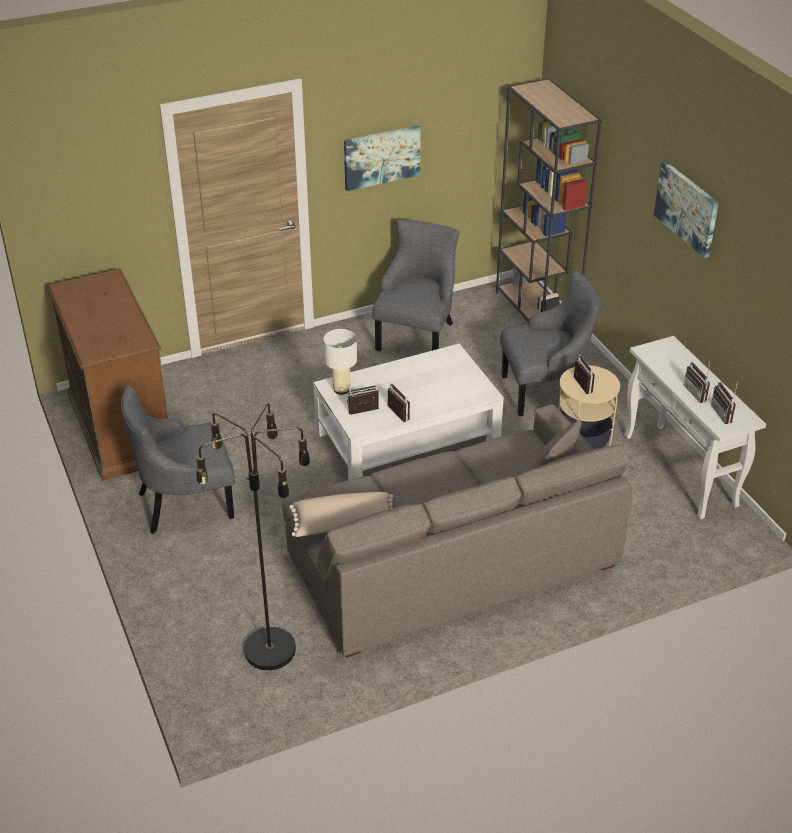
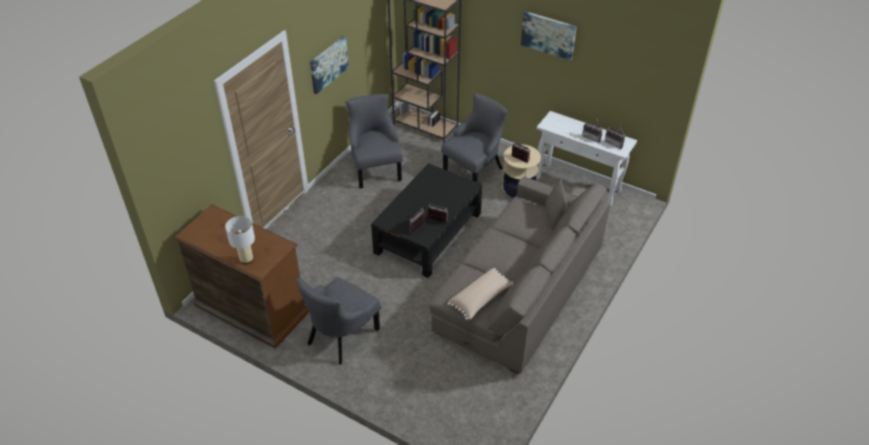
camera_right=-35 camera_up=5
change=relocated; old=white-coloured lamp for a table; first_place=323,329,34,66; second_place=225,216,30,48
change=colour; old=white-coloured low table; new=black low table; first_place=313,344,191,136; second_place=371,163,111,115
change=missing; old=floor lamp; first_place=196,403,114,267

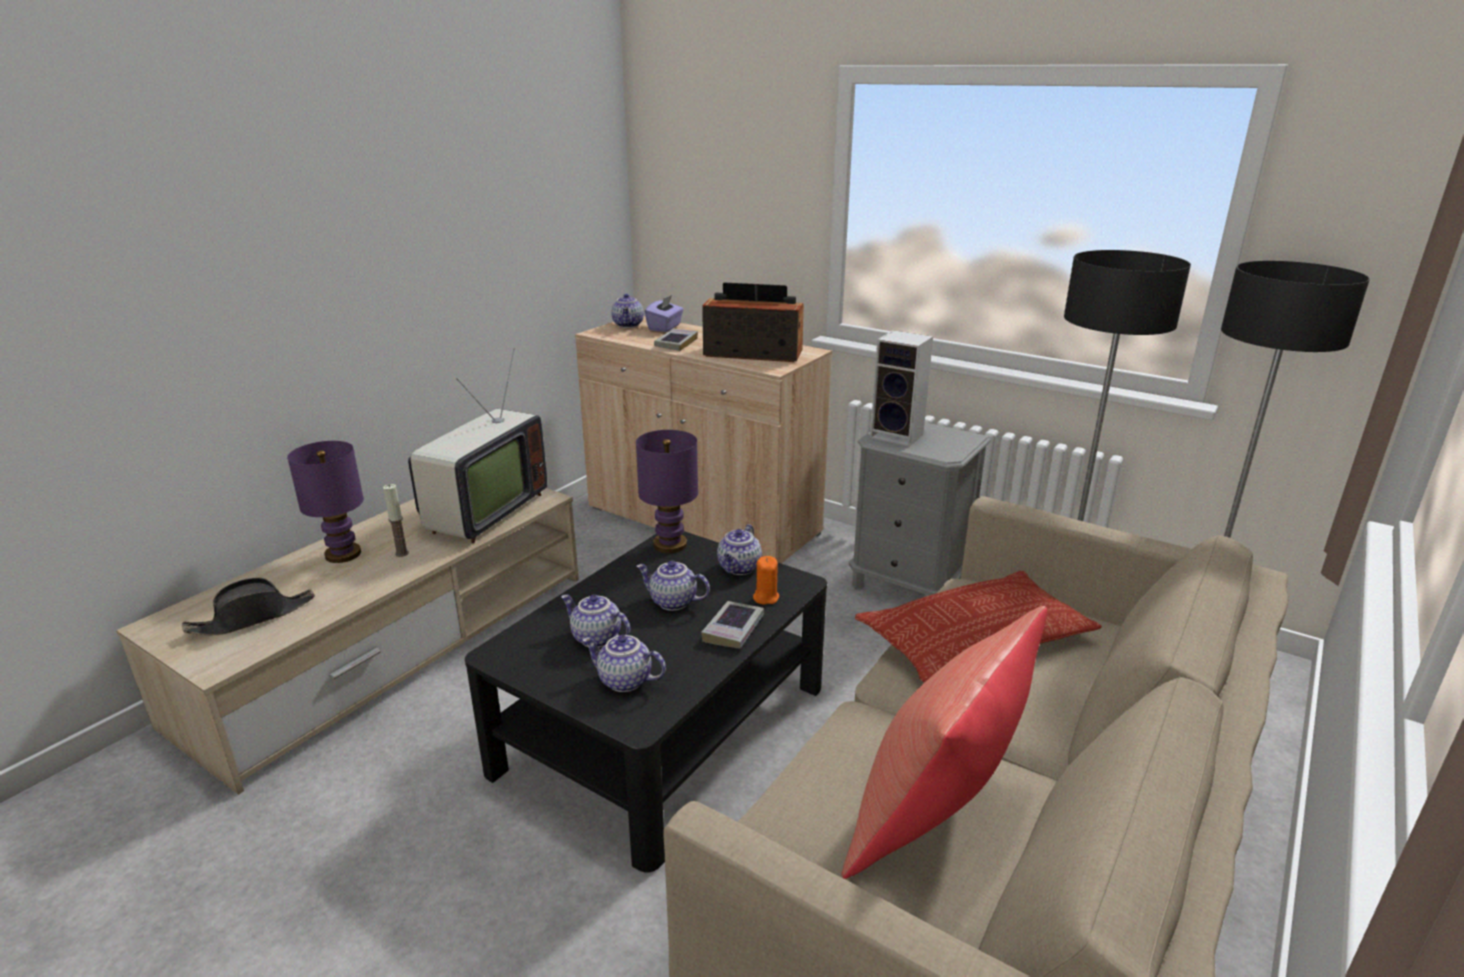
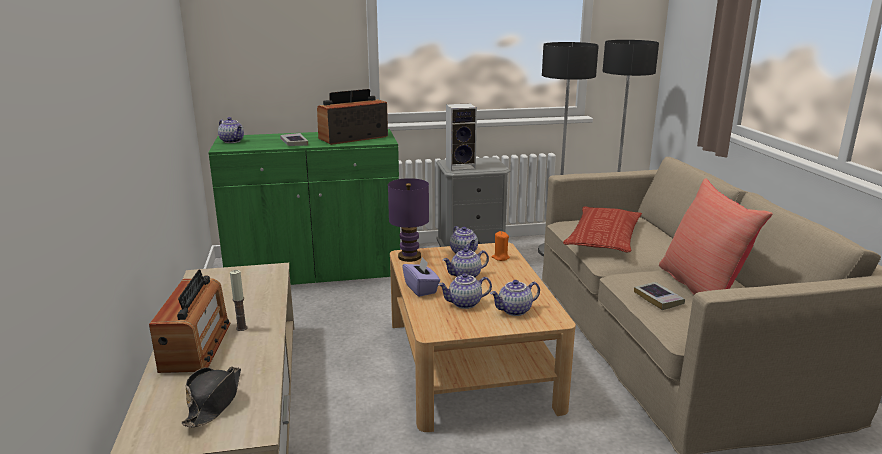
camera_right=-45 camera_up=-5
change=relocated; old=purple-coloured box of tissues; first_place=645,295,39,37; second_place=402,257,38,40
change=colour; old=beige-coloured storage cabinet; new=green-coloured storage cabinet; first_place=575,316,257,248; second_place=208,129,193,156
change=missing; old=TV; first_place=408,349,139,194
change=exchanged; old=purple-coloured lamp for a table; new=radio; first_place=287,441,77,122; second_place=149,269,81,104
change=colour; old=black low table; new=beige-coloured low table; first_place=465,531,362,341; second_place=390,242,186,190
change=relocated; old=book; first_place=701,601,63,47; second_place=634,282,51,28

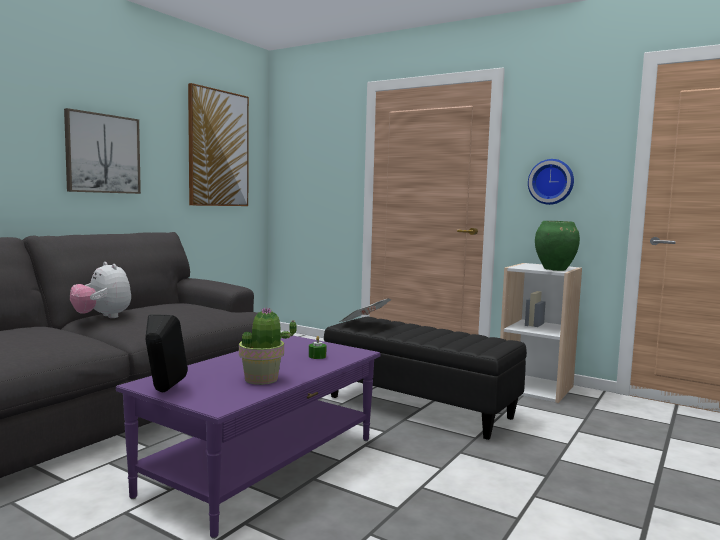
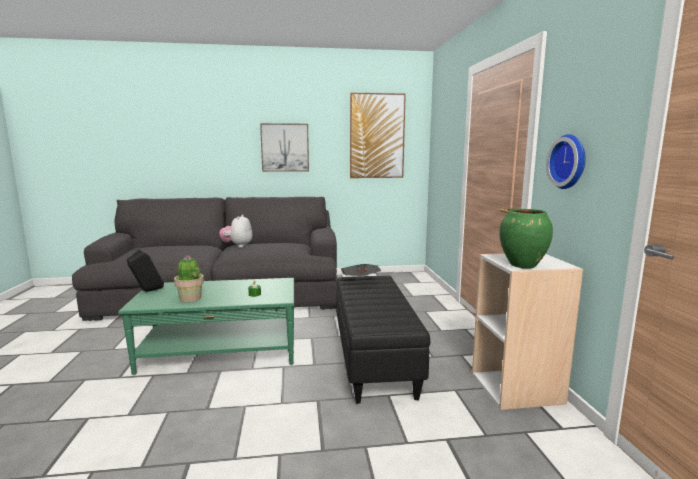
camera_right=50 camera_up=5
change=colour; old=purple-coloured low table; new=green-coloured low table; first_place=116,336,265,203; second_place=118,278,176,97

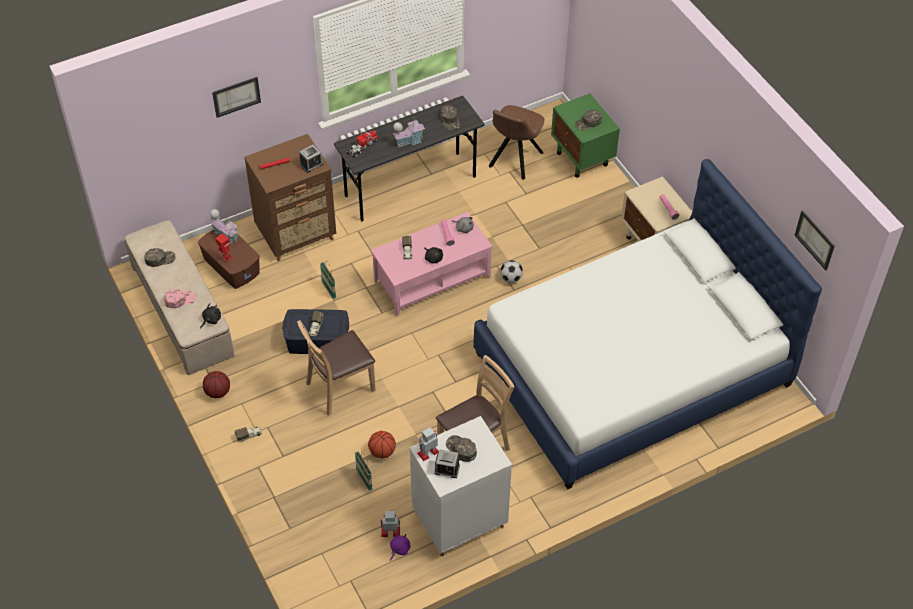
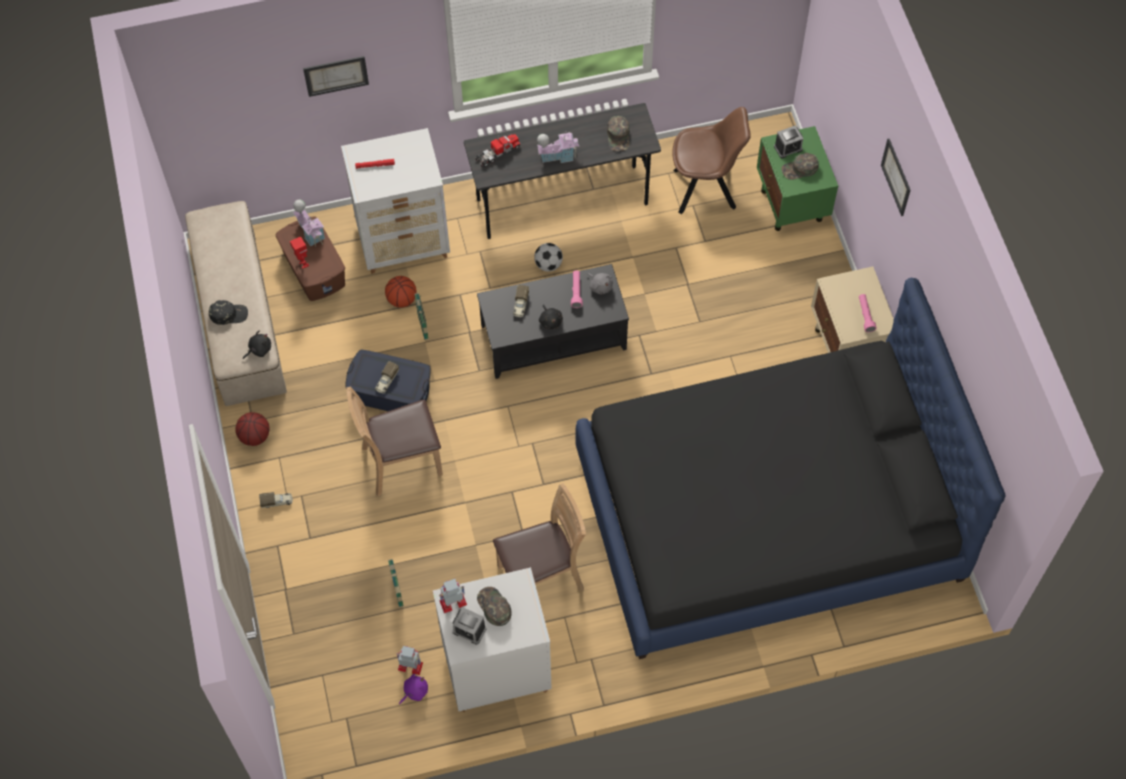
camera_right=15 camera_up=10
change=spun; old=brown-coloured upright chair; first_place=489,105,55,75; second_place=672,107,79,107; degrees=-135
change=colour; old=brown-coloured drawer chest; new=white-coloured drawer chest; first_place=244,134,92,127; second_place=341,128,109,146
change=relocated; old=bedside clock; first_place=300,145,23,28; second_place=774,126,29,32
change=colour; old=white-coloured sleeping bed; new=black sleeping bed; first_place=473,159,349,331; second_place=576,278,429,381
change=relocated; old=wall art; first_place=794,210,41,61; second_place=881,139,30,77
change=colour; old=pinkish low table; new=black low table; first_place=371,212,121,104; second_place=477,264,152,115
change=missing; old=green-coloured peaked cap; first_place=144,248,31,19
change=relocated; old=football; first_place=500,260,23,23; second_place=534,243,29,29
change=colour; old=pinkish peaked cap; new=black peaked cap; first_place=164,289,31,19; second_place=209,300,39,25
change=relocated; old=basketball; first_place=368,431,28,27; second_place=385,276,32,32

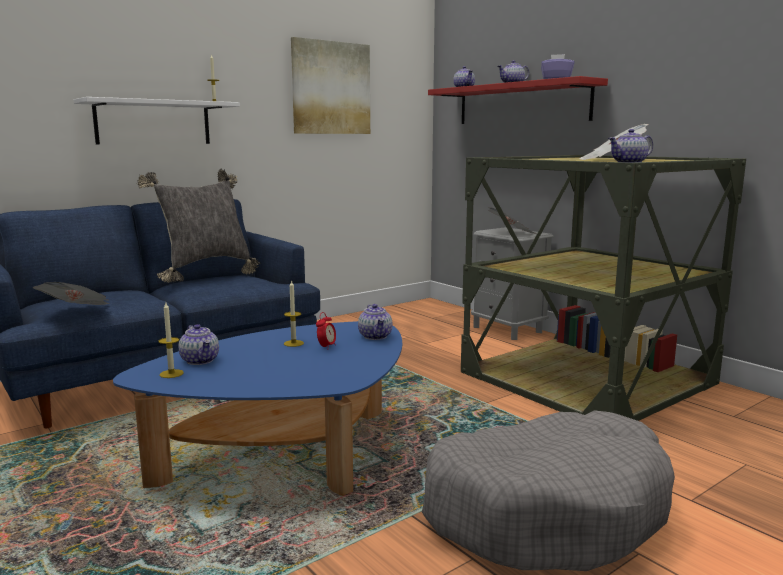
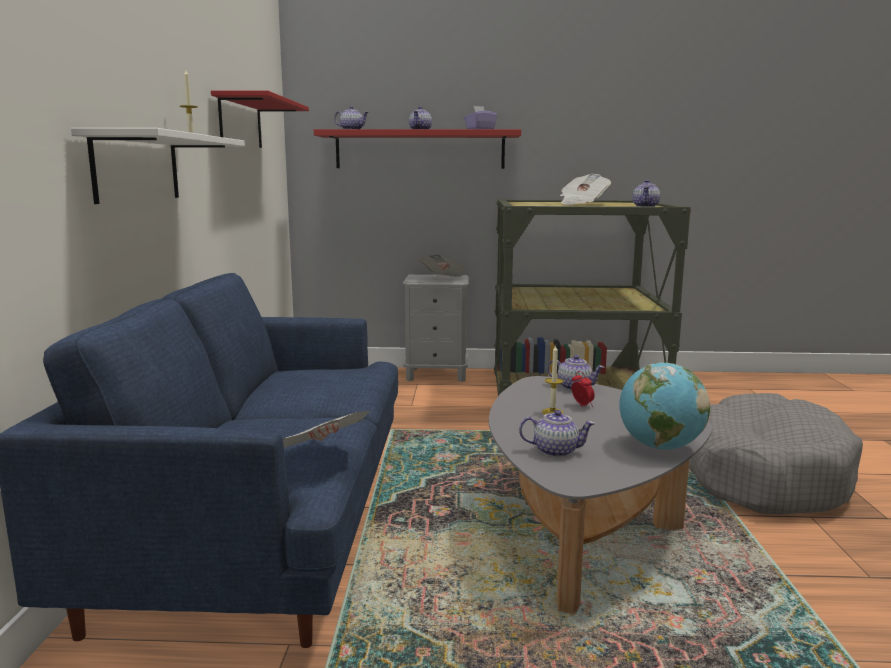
camera_right=-50 camera_up=0
change=exchanged; old=wall art; new=red shelf; first_place=291,37,79,97; second_place=211,90,98,58
change=missing; old=pillow; first_place=137,169,124,114
change=missing; old=wax light; first_place=159,303,25,75
change=colour; old=bluish low table; new=gray low table; first_place=113,321,289,175; second_place=489,376,224,238
change=appeared; new=world globe; second_place=619,363,91,87

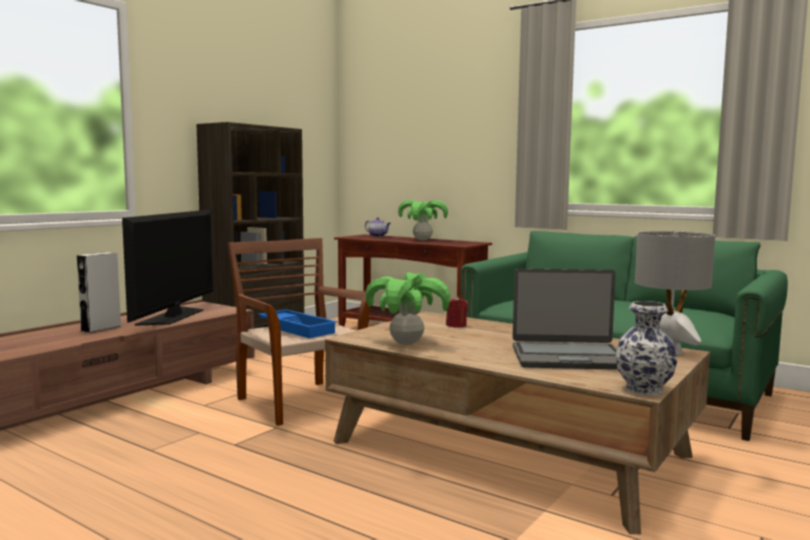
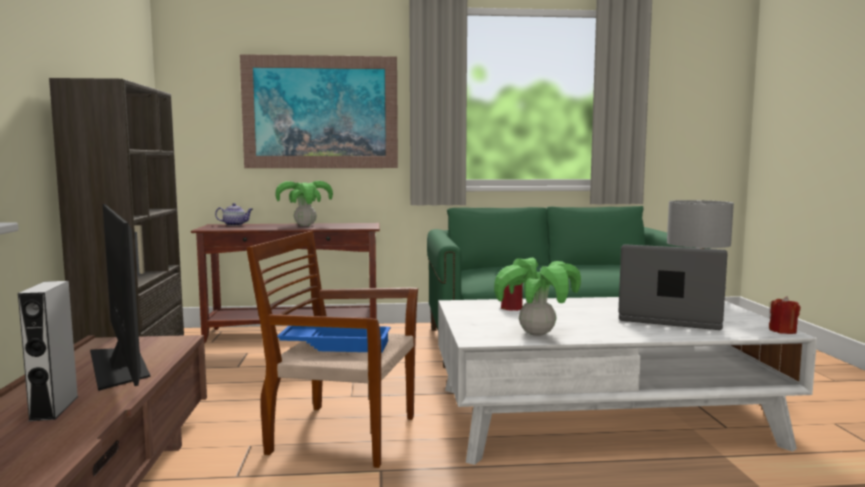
camera_right=-40 camera_up=0
change=spun; old=laptop; first_place=513,268,105,102; second_place=618,244,110,86; degrees=-120
change=exchanged; old=decorative vase; new=red wax light; first_place=616,301,61,95; second_place=769,296,31,38
change=colour; old=brown-coloured low table; new=white-coloured low table; first_place=325,311,385,223; second_place=438,297,379,168
change=appeared; new=wall art; second_place=240,54,158,114

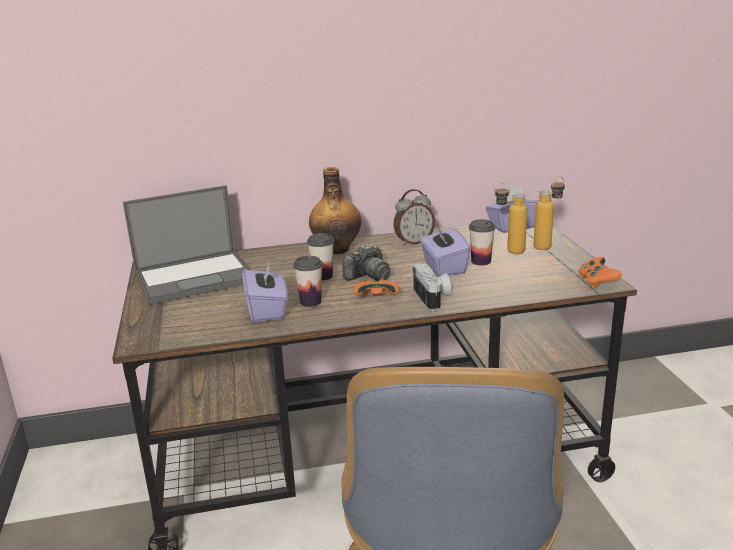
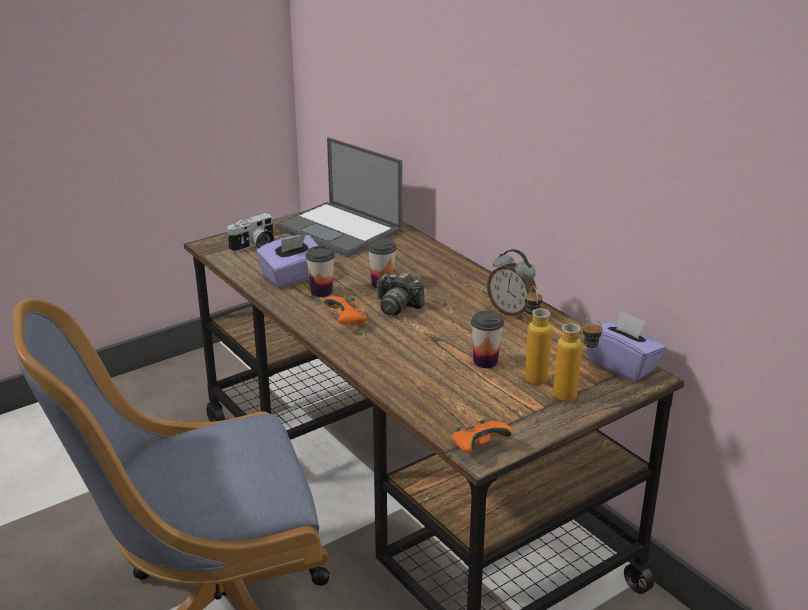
camera_right=65 camera_up=5
change=missing; old=bottle; first_place=309,167,52,87
change=missing; old=purple-coloured box of tissues; first_place=420,224,51,52
change=relocated; old=photo camera; first_place=413,263,38,48; second_place=227,213,47,39

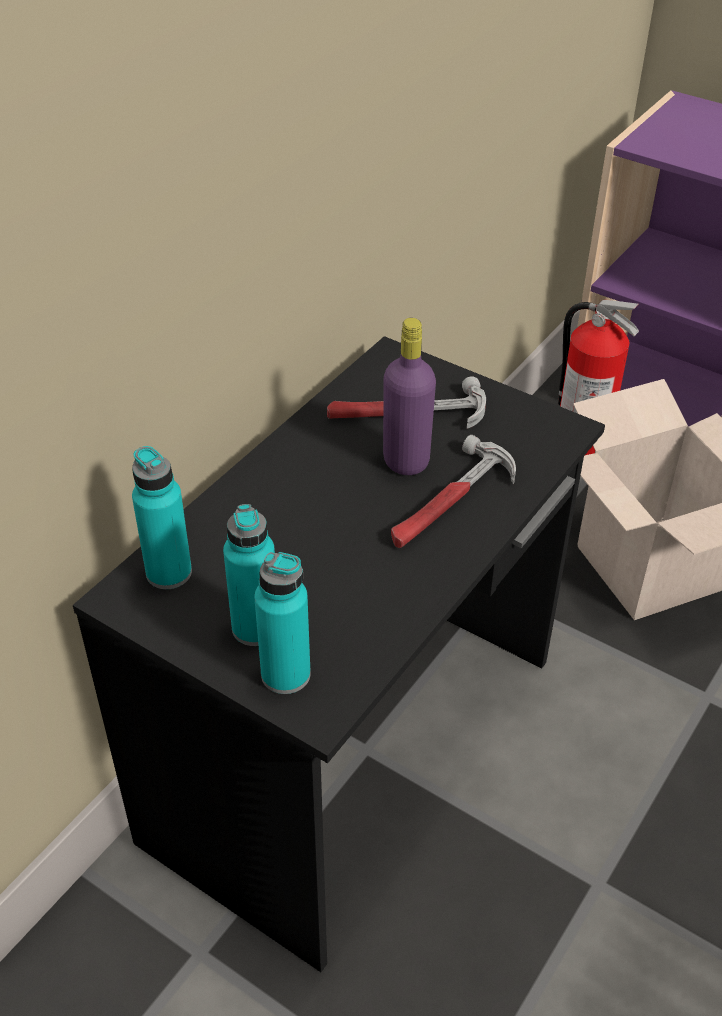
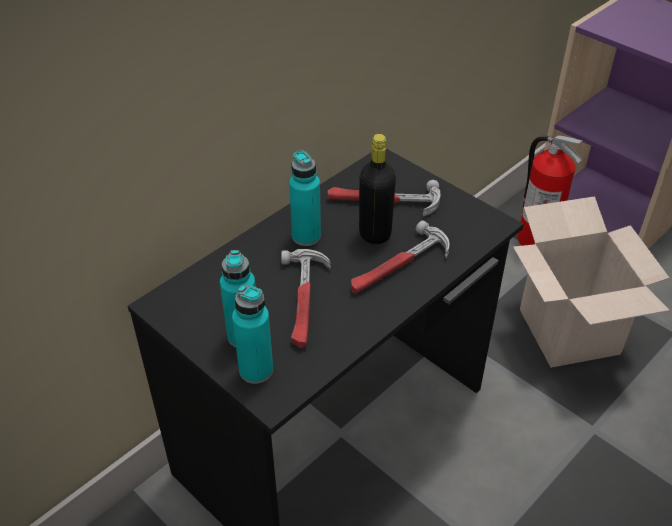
camera_right=10 camera_up=0
change=colour; old=purple-coloured bottle; new=black bottle; first_place=383,318,53,157; second_place=359,134,37,110
change=relocated; old=turquoise-coloured bottle; first_place=132,446,60,143; second_place=289,150,32,96
change=appeared; new=tool hammer; second_place=281,249,50,99

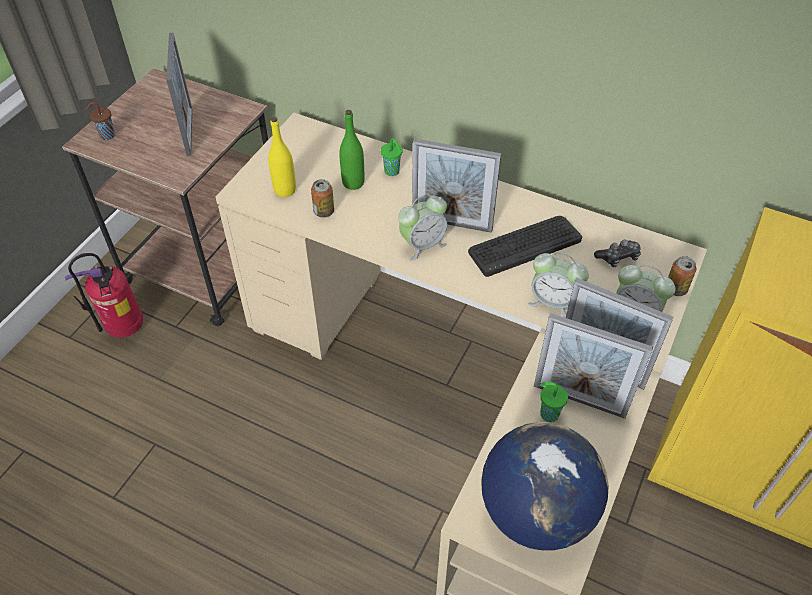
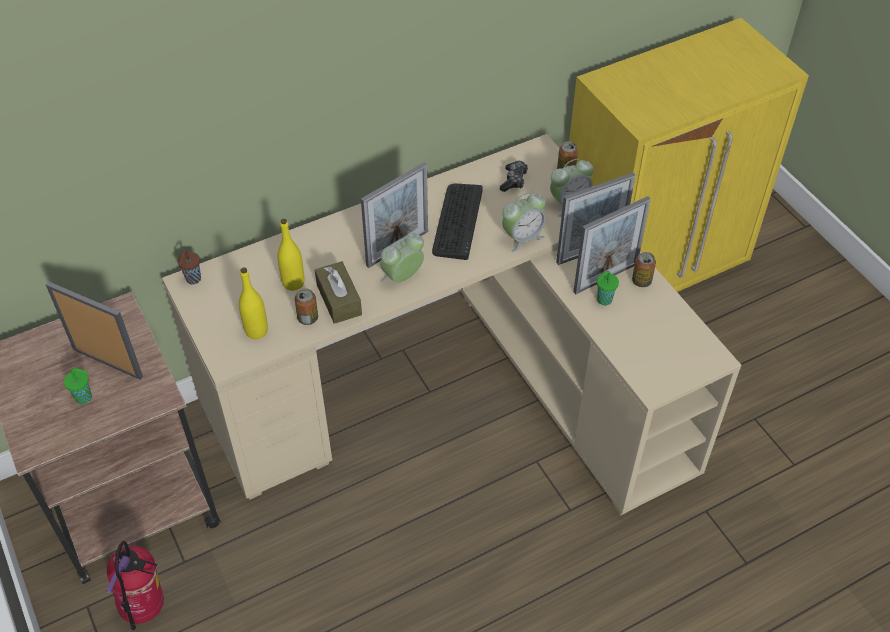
camera_right=-55 camera_up=0
change=relocated; old=brown-coloured drinking cup; first_place=85,102,30,38; second_place=177,250,24,35
change=colour; old=green-coloured bottle; new=yellowish bottle; first_place=339,110,25,80; second_place=277,219,27,72
change=relocated; old=green-coloured drinking cup; first_place=381,138,21,38; second_place=63,368,29,36
change=spun; old=bedside clock; first_place=398,195,49,66; second_place=380,233,44,49; degrees=-135
change=missing; old=world globe; first_place=481,422,128,129
change=appeared; new=can; second_place=632,252,24,35
change=appeared; new=brown-coloured box of tissues; second_place=315,261,47,63

